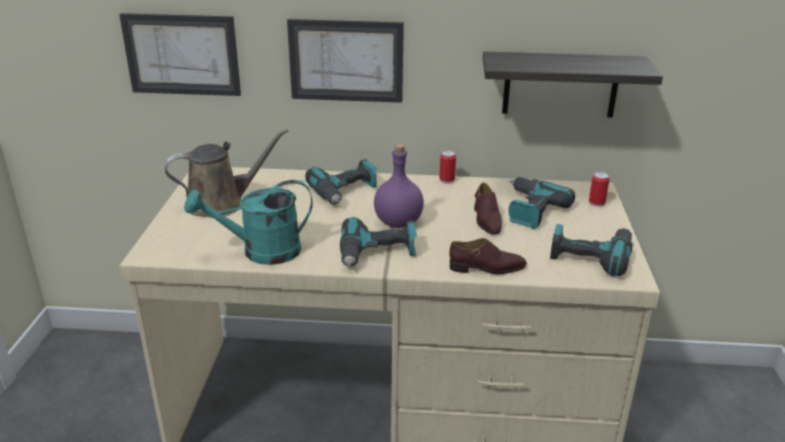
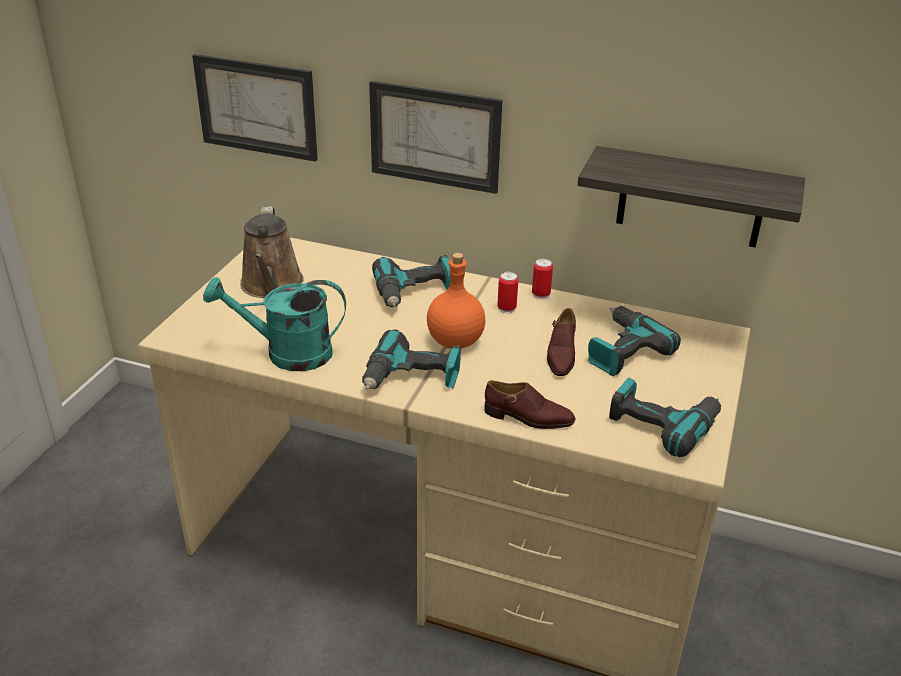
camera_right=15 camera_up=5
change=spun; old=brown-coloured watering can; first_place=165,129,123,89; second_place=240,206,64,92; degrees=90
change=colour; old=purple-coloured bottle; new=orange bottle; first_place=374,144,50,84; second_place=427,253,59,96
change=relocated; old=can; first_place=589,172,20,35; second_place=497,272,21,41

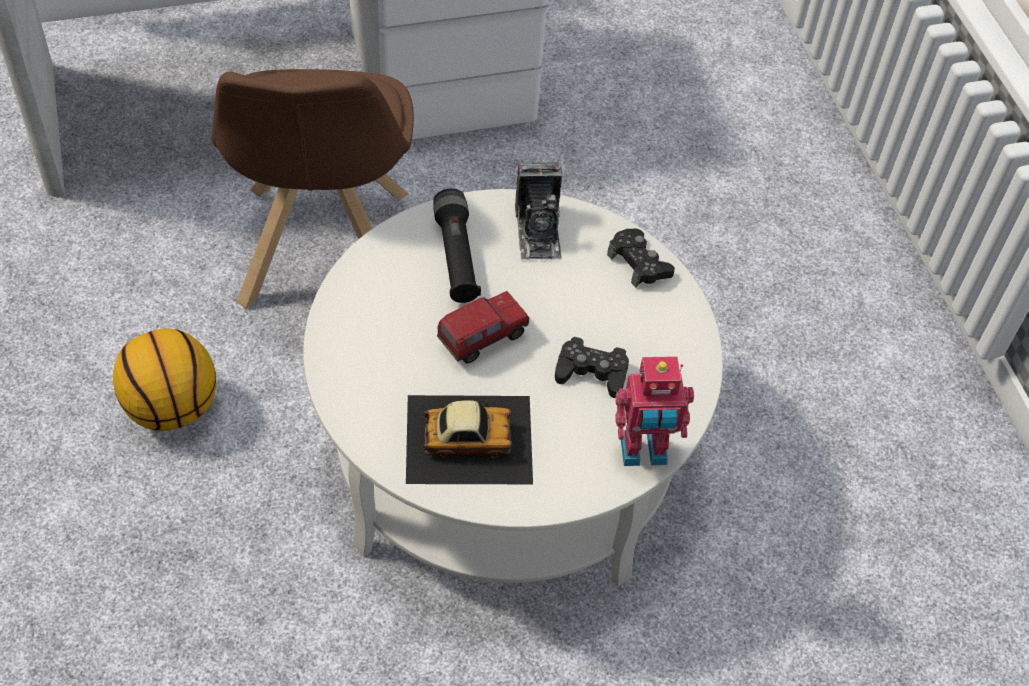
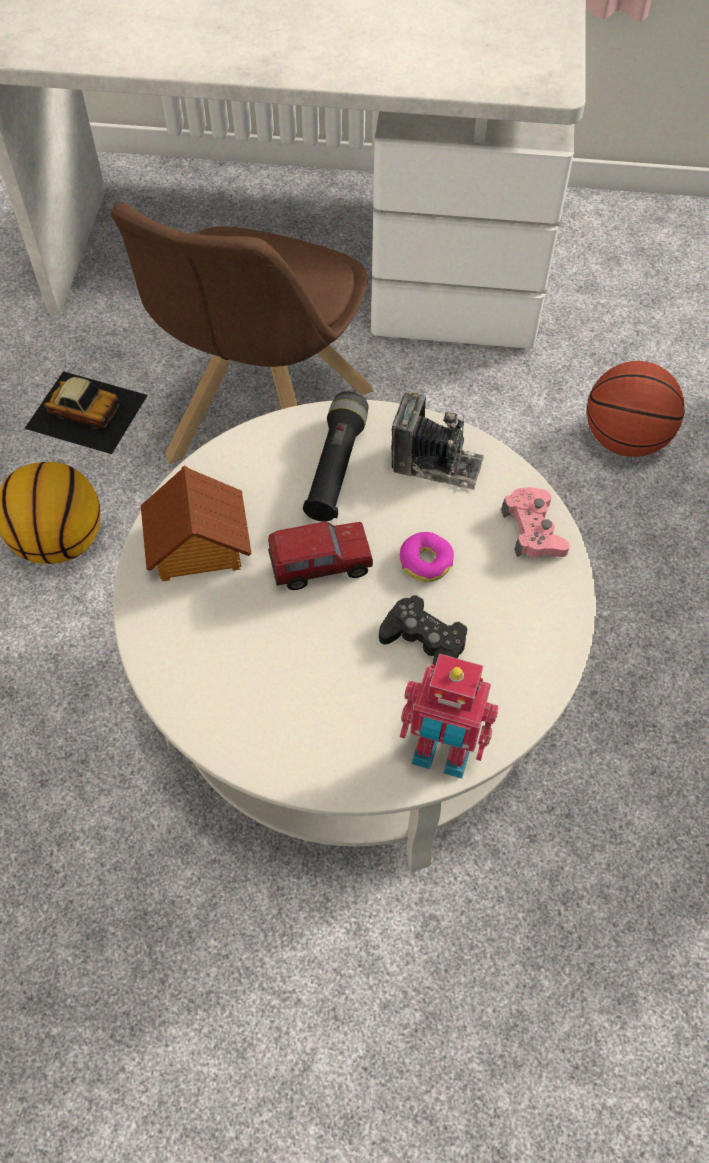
camera_right=25 camera_up=5
change=spun; old=photo camera; first_place=515,162,47,98; second_place=391,391,93,99; degrees=-90
change=colour; old=black joypad; new=pinkish joypad; first_place=607,228,68,60; second_place=501,487,69,71
change=relocated; old=toy car; first_place=406,395,127,89; second_place=24,371,124,83
change=appeared; new=basketball; second_place=587,361,98,96
change=appeared; new=miniature house; second_place=141,466,111,116
change=appeared; new=doughnut; second_place=400,532,54,50

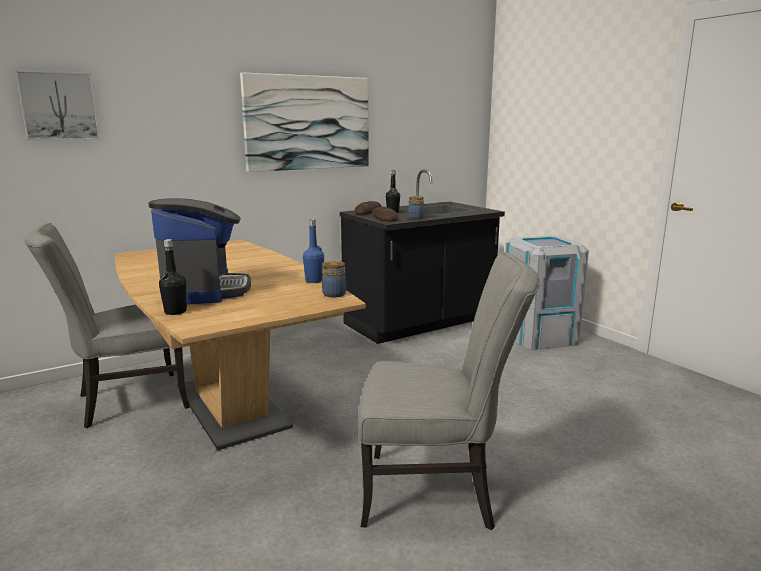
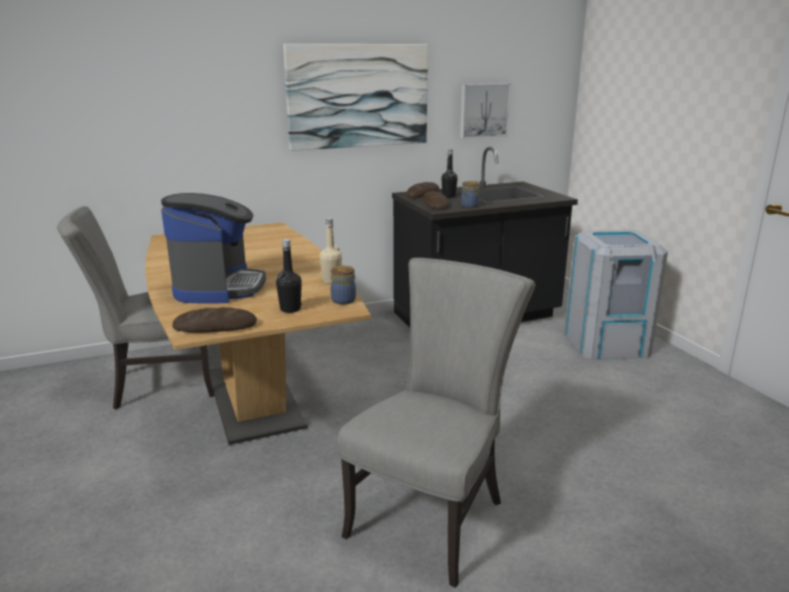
camera_right=10 camera_up=5
change=relocated; old=wall art; first_place=16,70,84,71; second_place=460,83,51,56
change=colour; old=bluish bottle; new=beige-coloured bottle; first_place=303,219,21,64; second_place=319,218,23,66
change=relocated; old=black bottle; first_place=159,239,28,76; second_place=276,239,26,74
change=spun; old=gray upright chair; first_place=358,252,182,278; second_place=336,258,199,330; degrees=-75
change=appeared; new=bakery bread; second_place=172,307,85,26

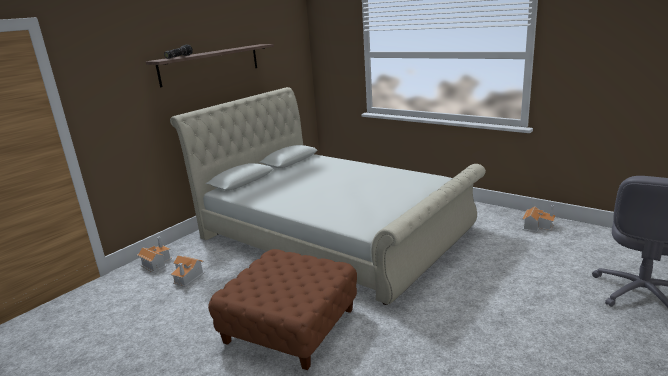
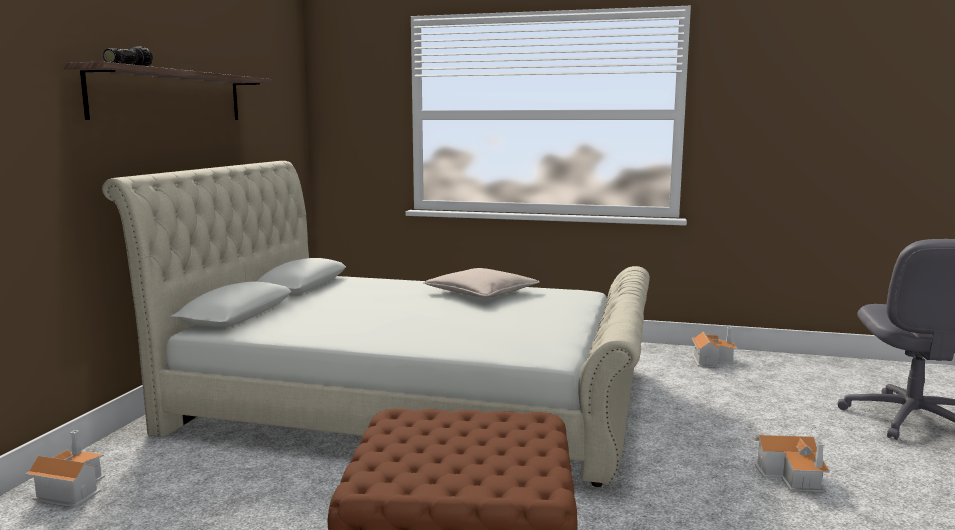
camera_right=-25 camera_up=-10
change=relocated; old=miniature house; first_place=170,255,35,32; second_place=753,435,77,57
change=appeared; new=beige-coloured pillow; second_place=423,268,117,29

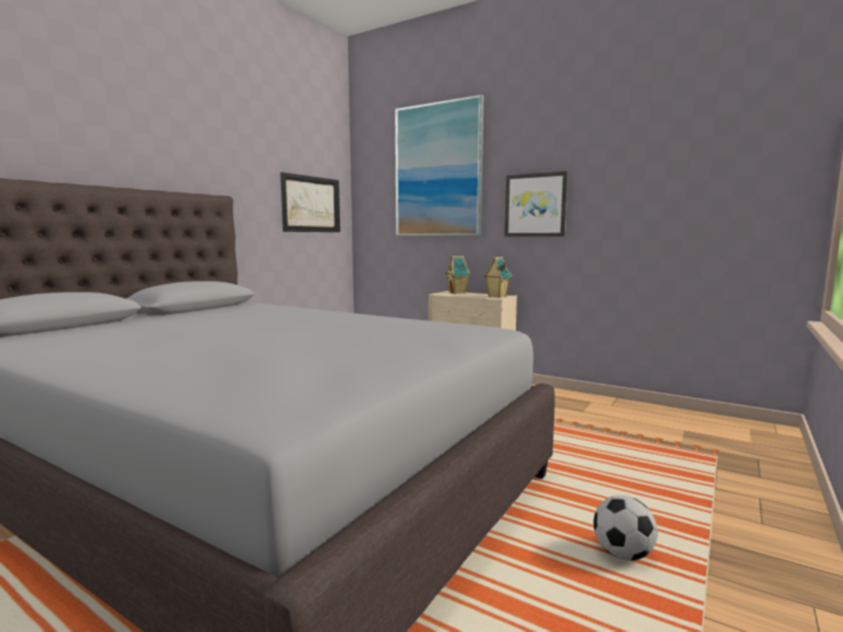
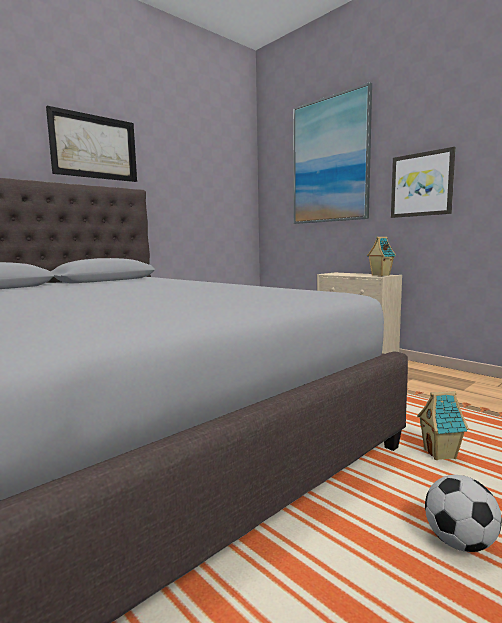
camera_right=15 camera_up=0
change=relocated; old=wall art; first_place=280,172,60,60; second_place=46,106,91,76
change=relocated; old=miniature house; first_place=445,256,25,38; second_place=417,391,52,69

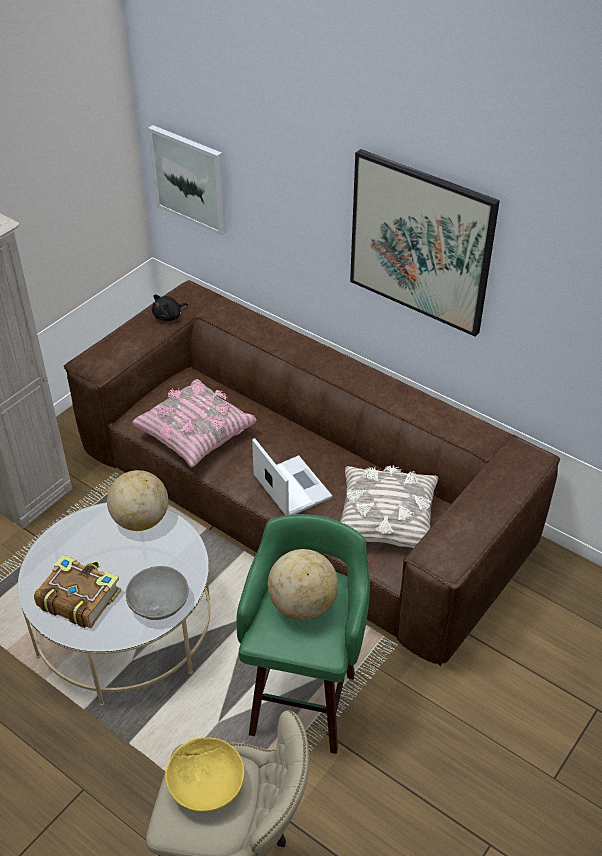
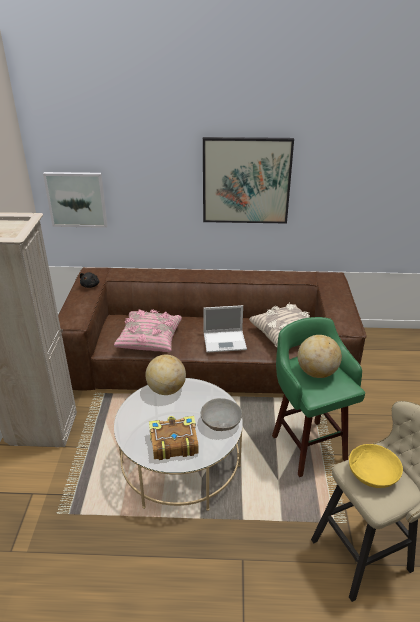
camera_right=-35 camera_up=-10
change=spun; old=laptop; first_place=252,438,80,77; second_place=203,305,44,48; degrees=150

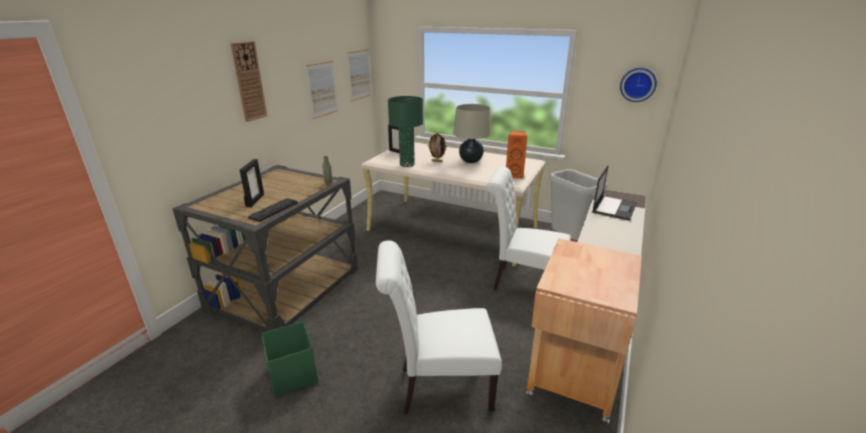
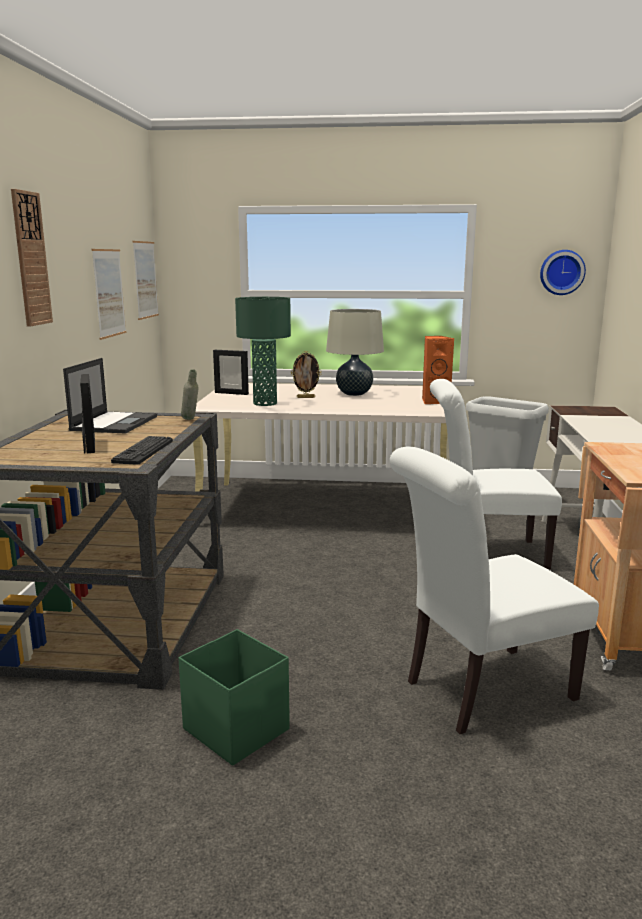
camera_right=-20 camera_up=-10
change=relocated; old=laptop; first_place=592,165,45,56; second_place=63,358,94,76

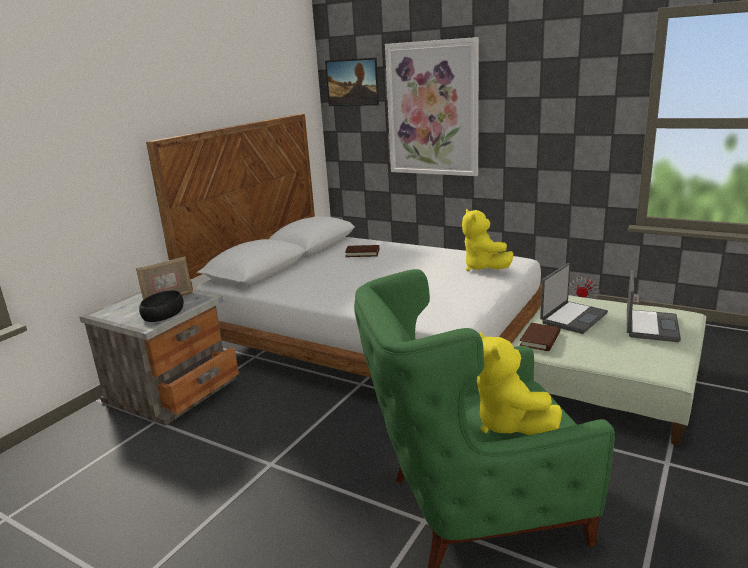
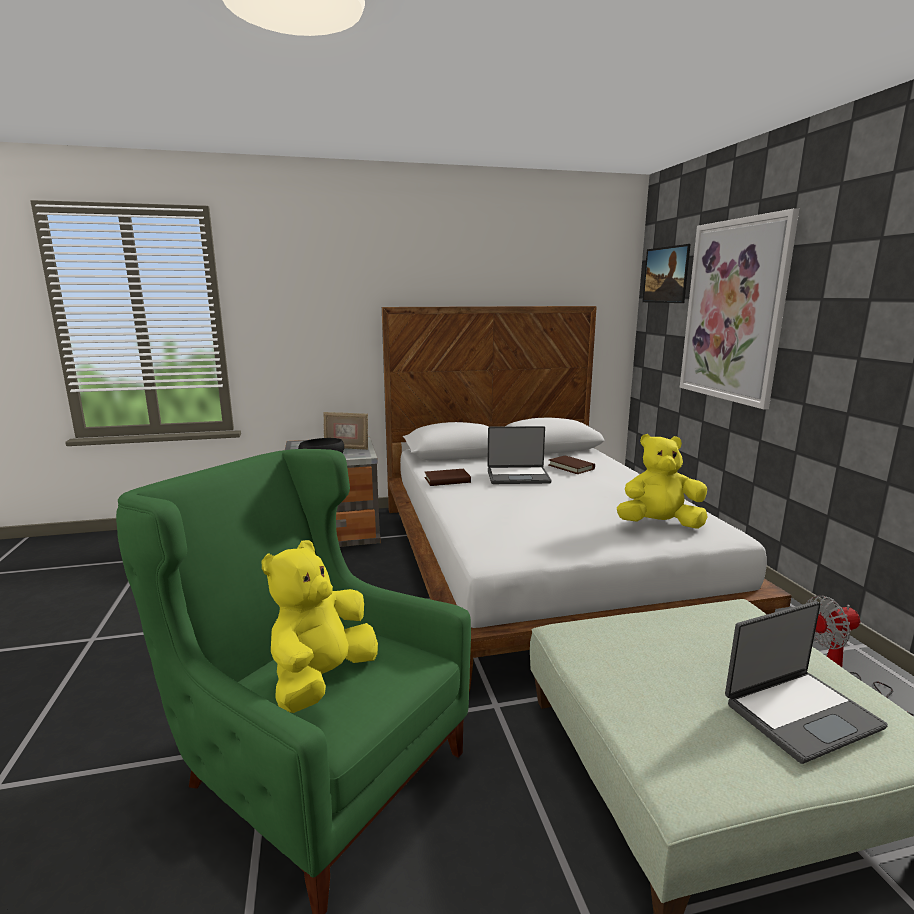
camera_right=45 camera_up=-5
change=spun; old=yellowish plush toy; first_place=462,209,51,62; second_place=617,434,91,95; degrees=60
change=relocated; old=laptop; first_place=540,263,68,71; second_place=487,426,64,58
change=relocated; old=brown-coloured book; first_place=519,323,41,28; second_place=425,469,46,17

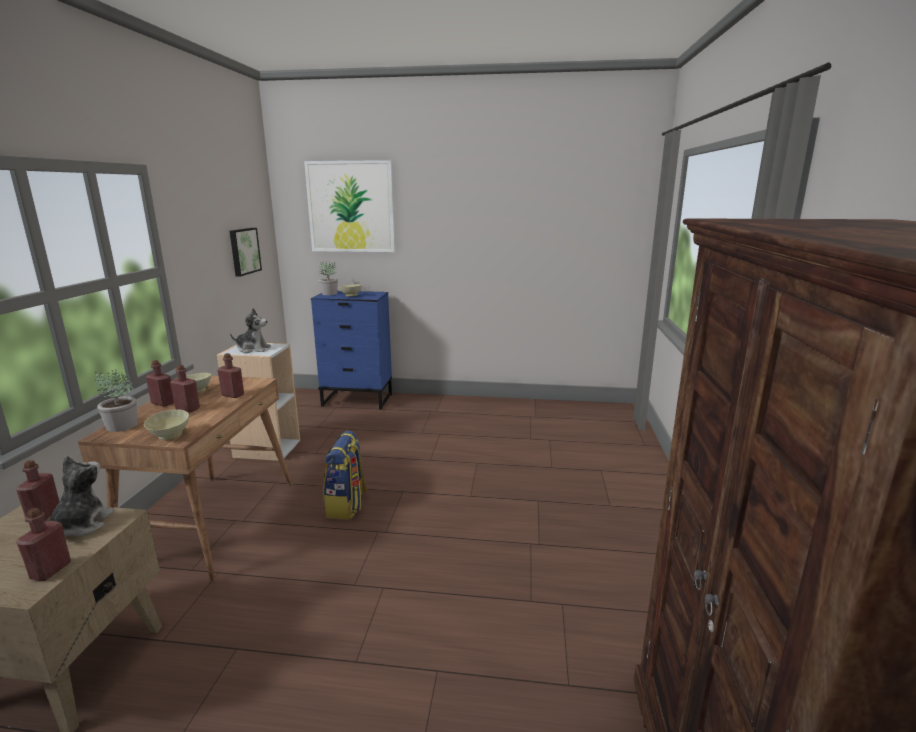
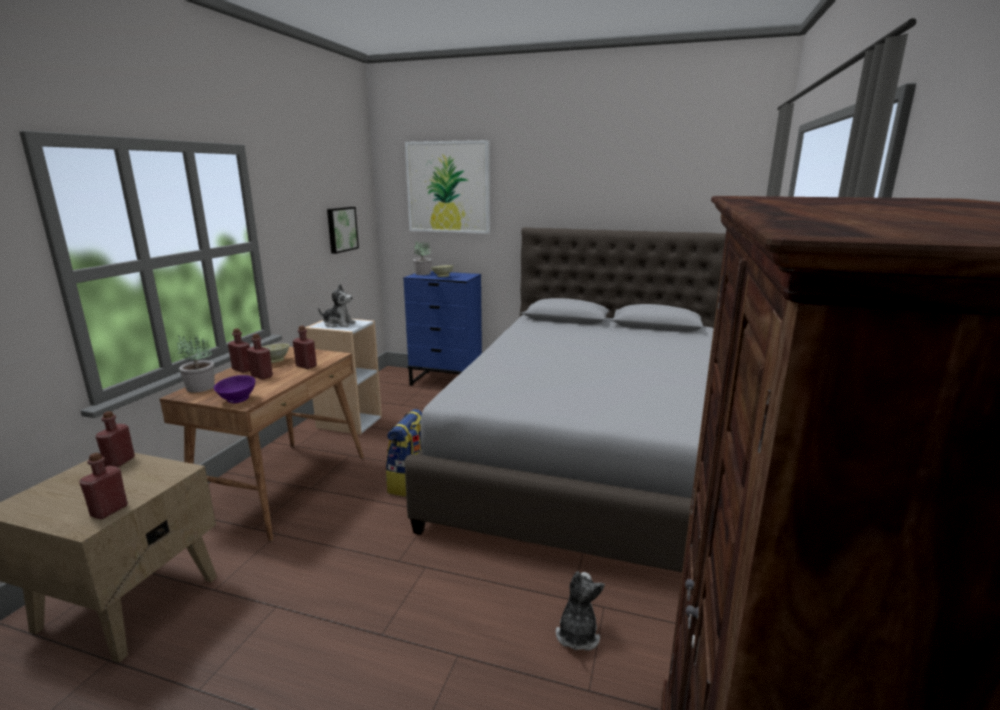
camera_right=10 camera_up=0
change=colour; old=beige-coloured serving bowl; new=purple-coloured serving bowl; first_place=144,409,45,31; second_place=214,375,41,28
change=relocated; old=plush toy; first_place=50,456,65,81; second_place=556,571,49,80
change=appeared; new=gray sleeping bed; second_place=405,227,321,345

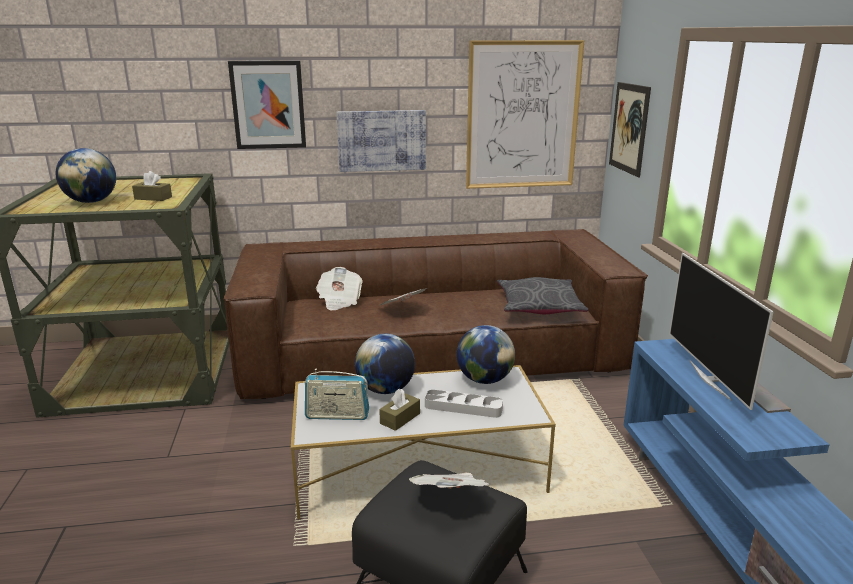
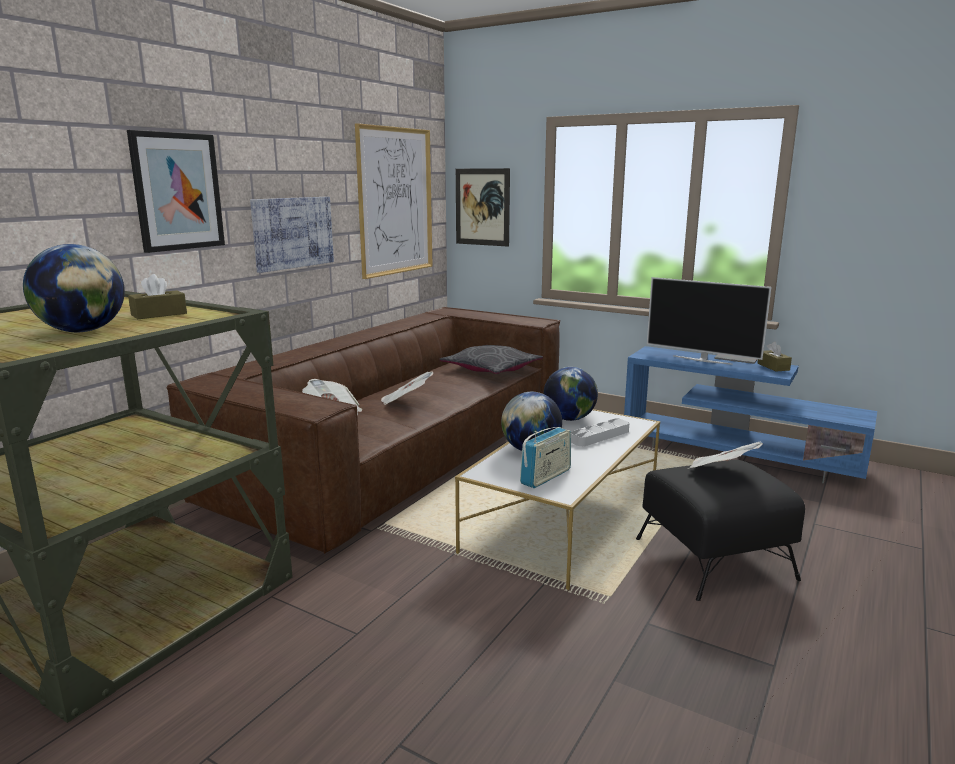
camera_right=-50 camera_up=-5
change=relocated; old=brown-coloured box of tissues; first_place=379,389,41,42; second_place=757,342,35,29

